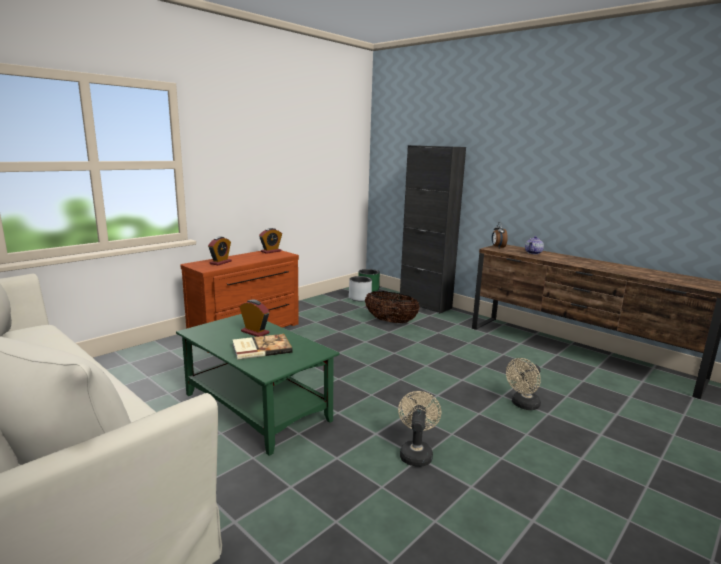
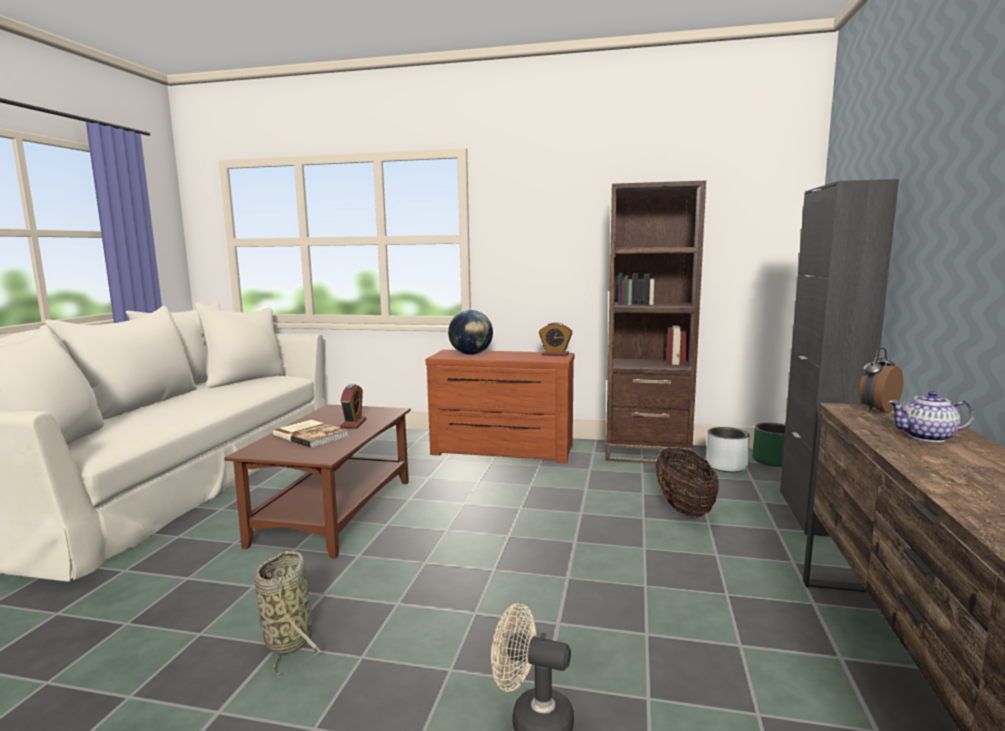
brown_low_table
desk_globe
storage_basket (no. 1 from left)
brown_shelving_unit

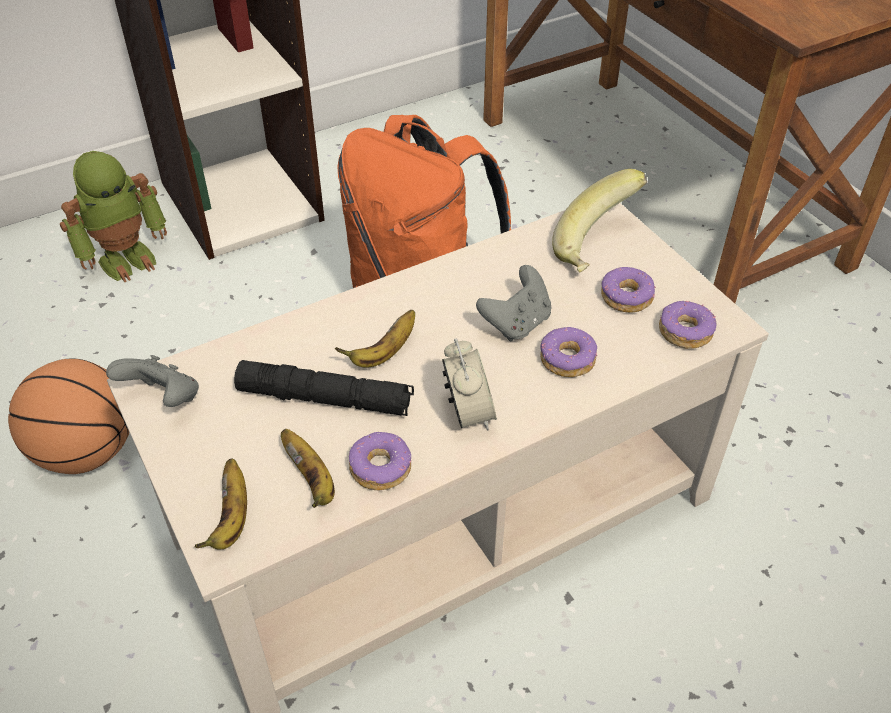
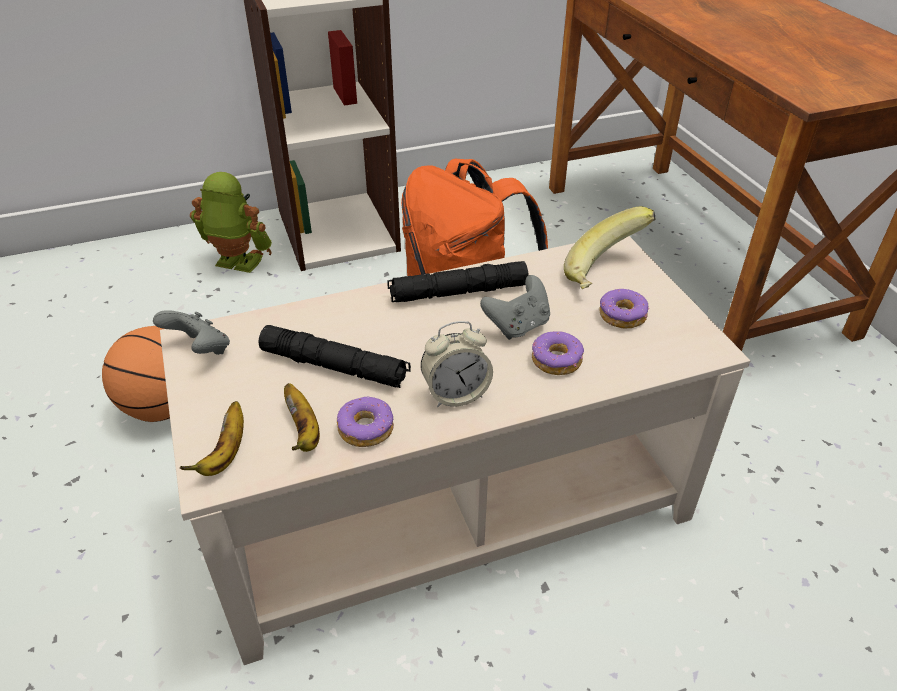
model_robot
banana (no. 3 from left in the first image)
alarm_clock
donut (no. 4 from left in the first image)
black_flashlight (no. 2 from left)

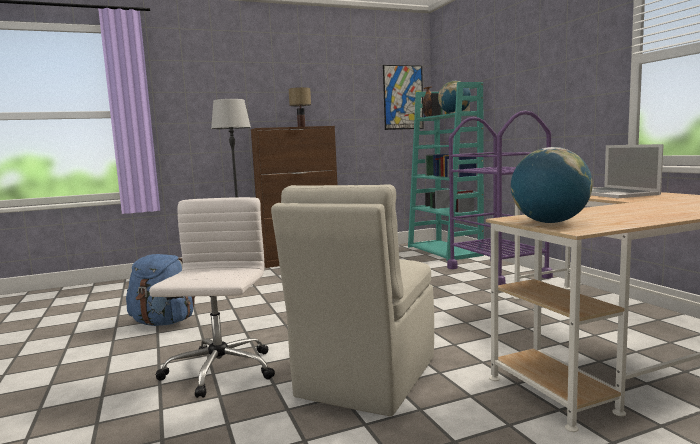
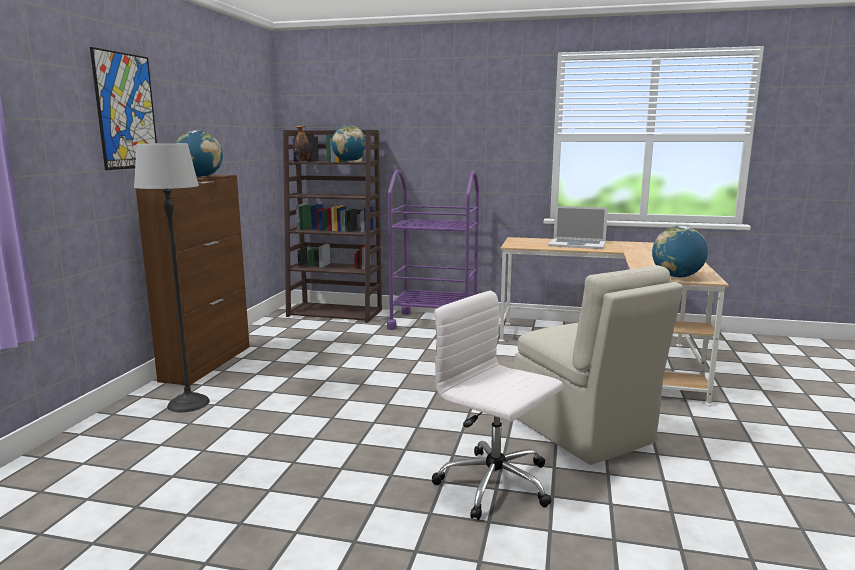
blue_backpack
desk_globe (no. 1 from left)
wall_art
brown_shelving_unit

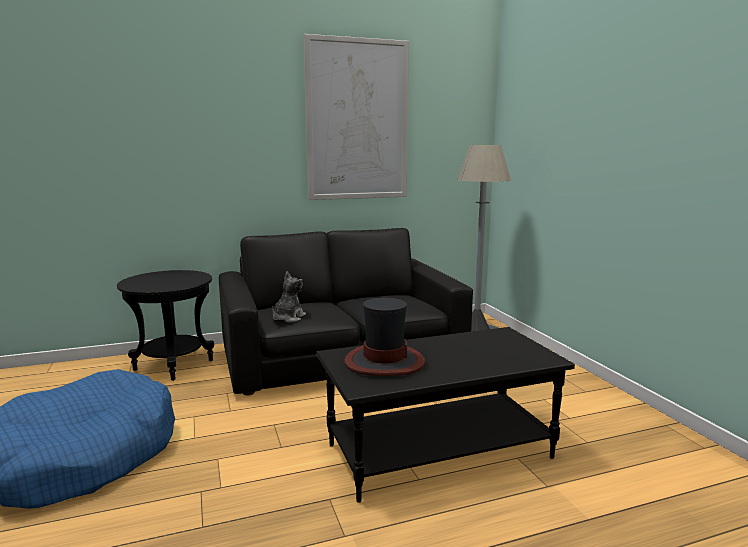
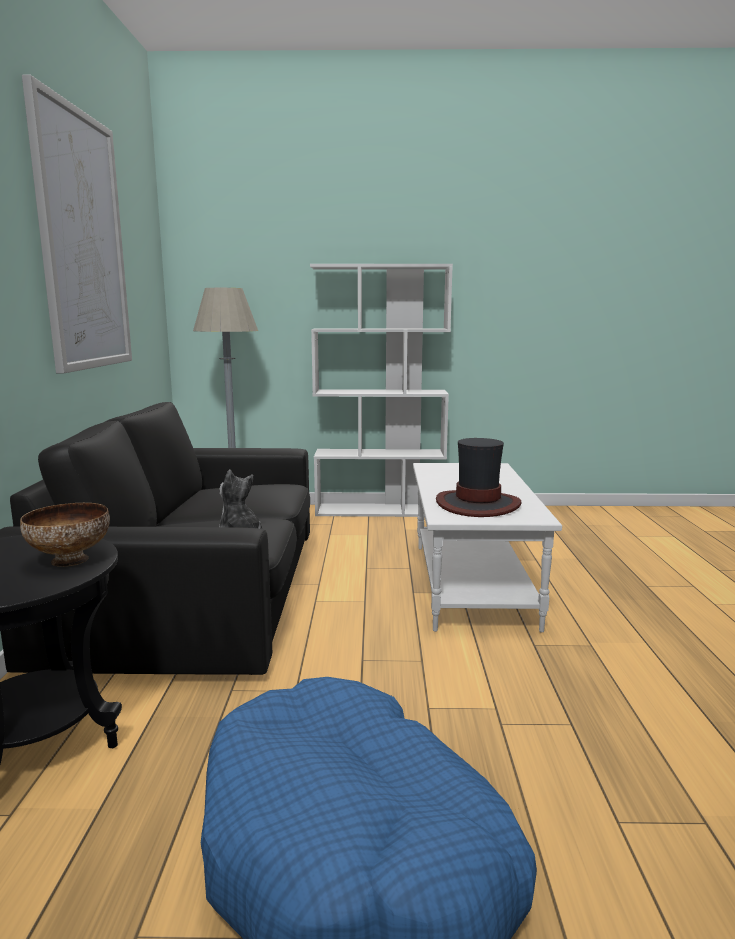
white-coloured_low_table
bowl
white-coloured_shelving_unit

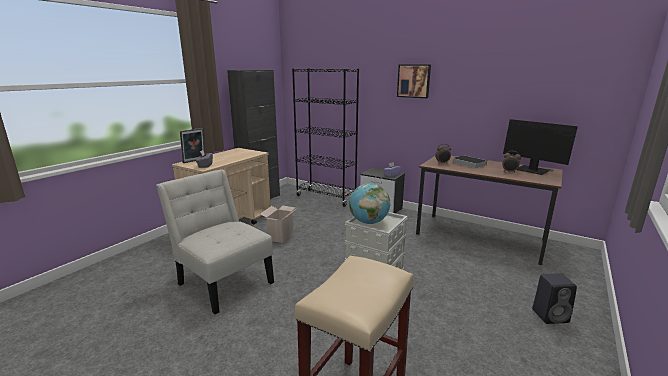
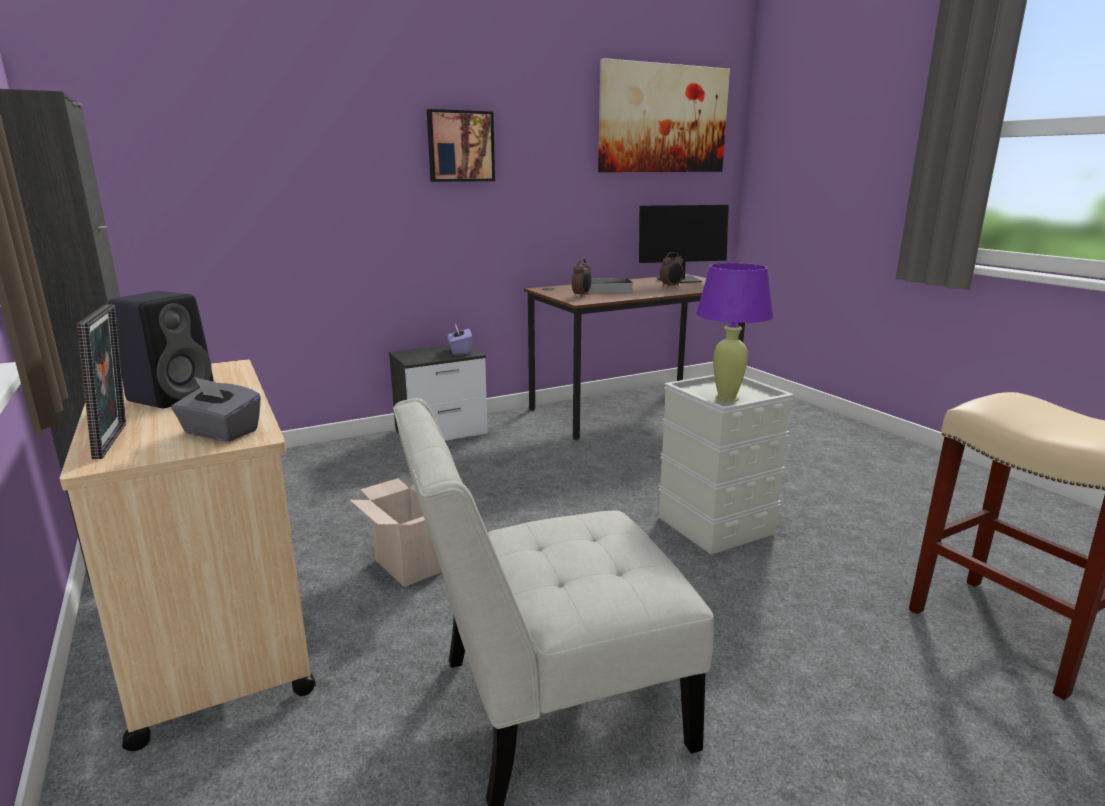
black_shelving_unit
purplish_table_lamp
black_audio_speaker
wall_art (no. 2 from left)

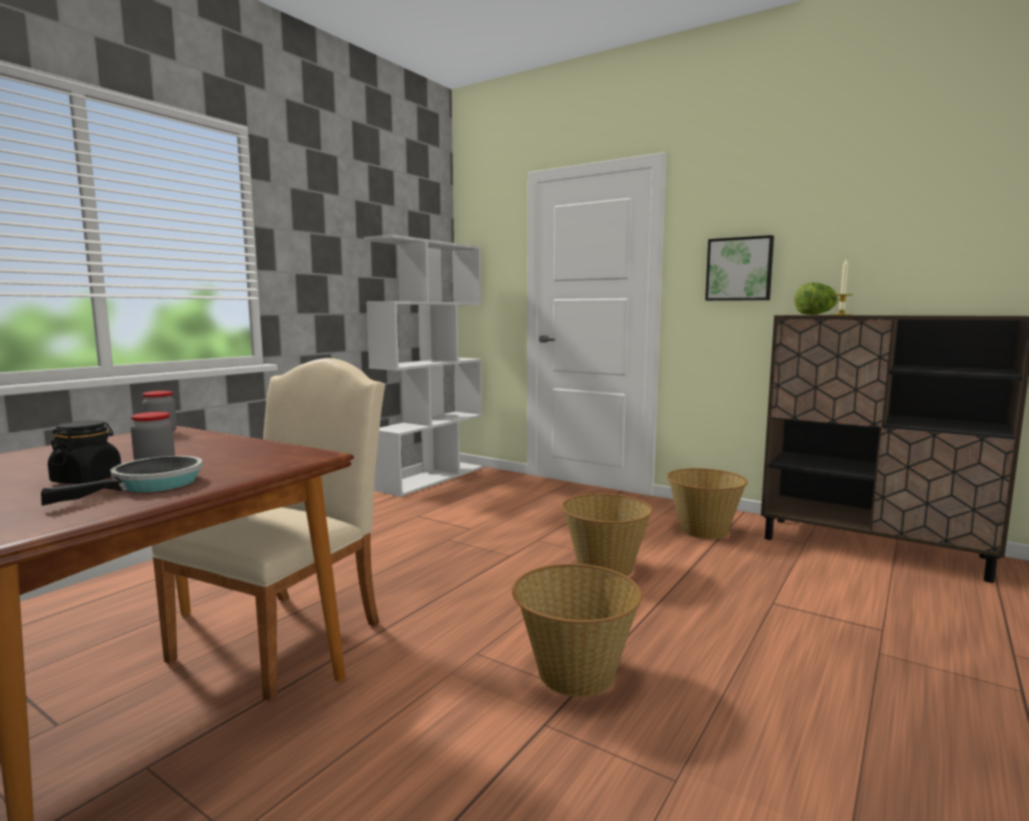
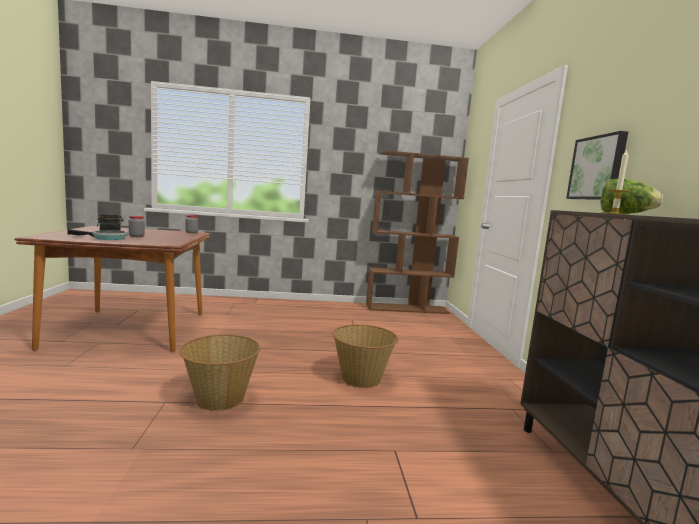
beige-coloured_plain_chair
brown_shelving_unit
storage_basket (no. 3 from left in the first image)

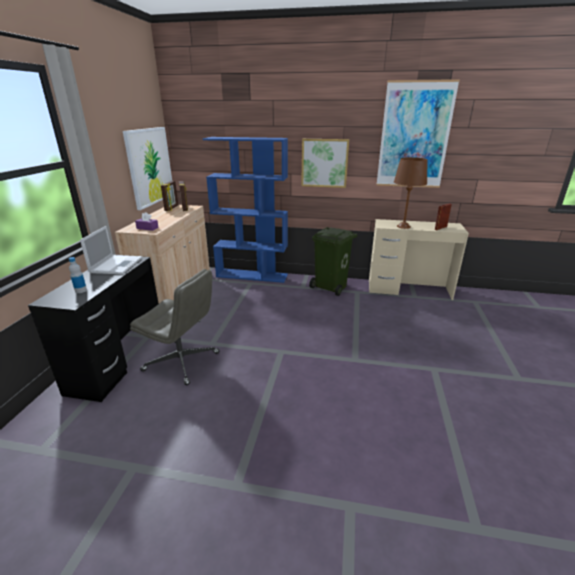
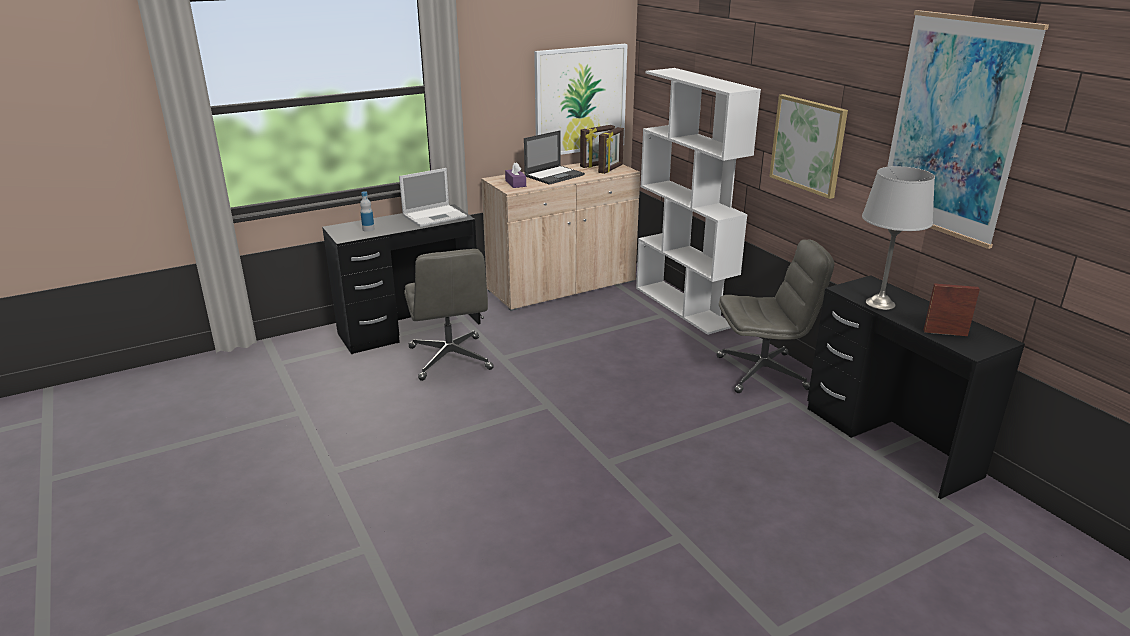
white-coloured_shelving_unit
greyish_desk_chair (no. 2 from left)
black_desk_table (no. 2 from left)
greyish_table_lamp
portable_computer (no. 2 from left)

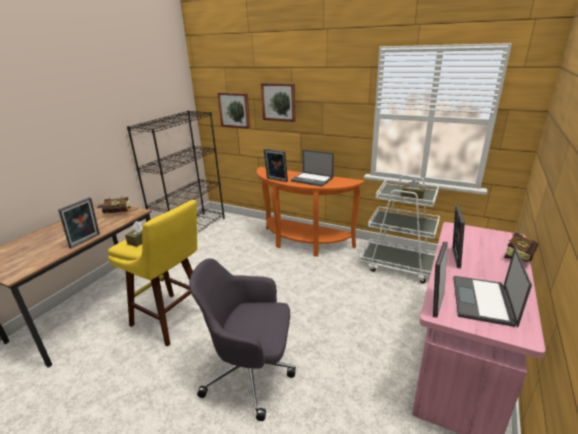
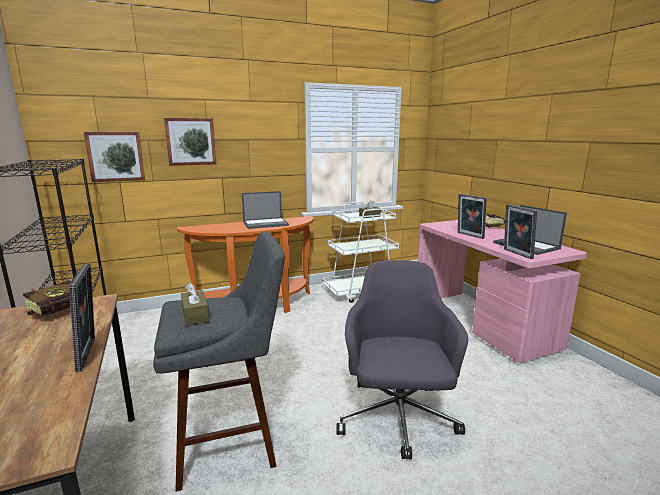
greyish_stool_seat
greyish_desk_chair
photo_frame (no. 2 from left in the first image)

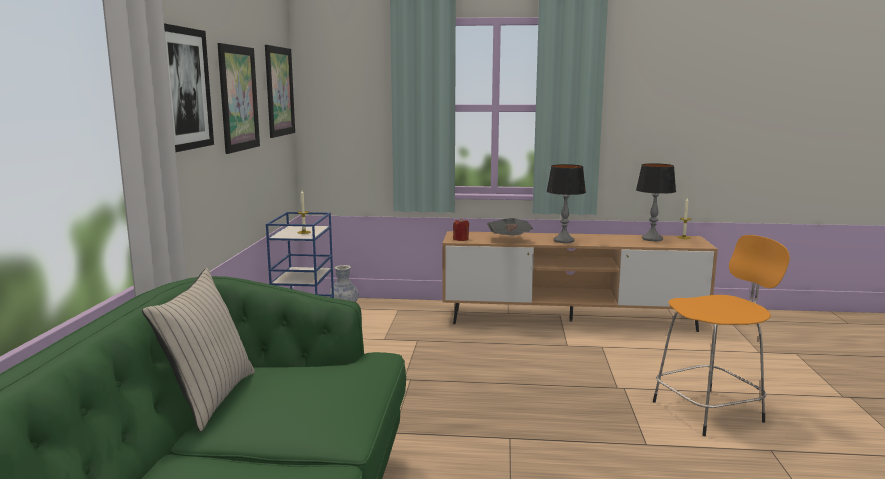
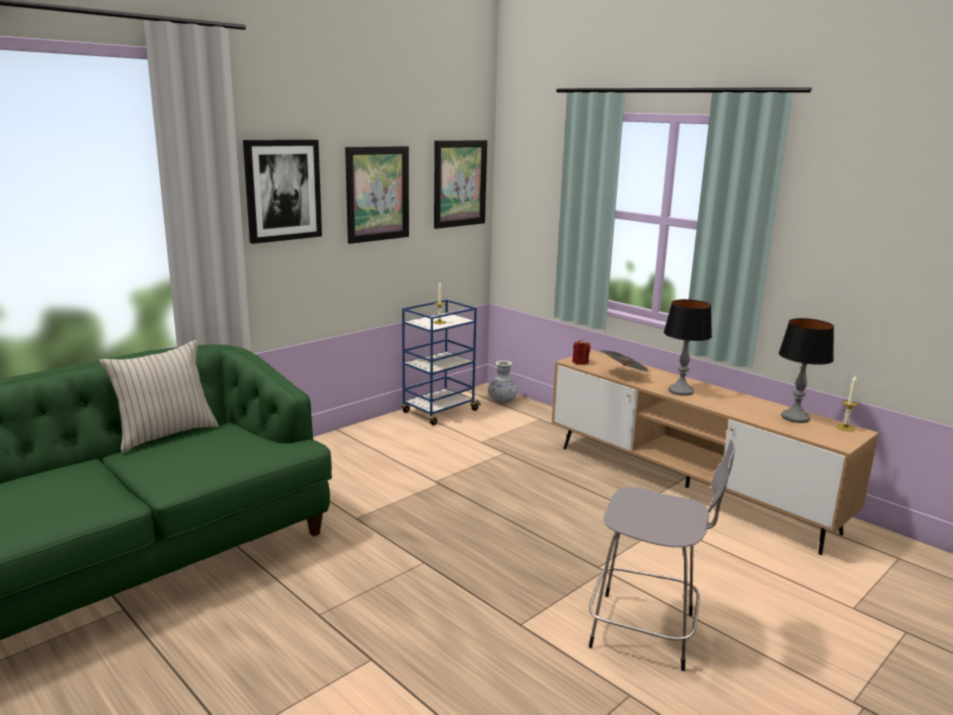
greyish_stool_seat

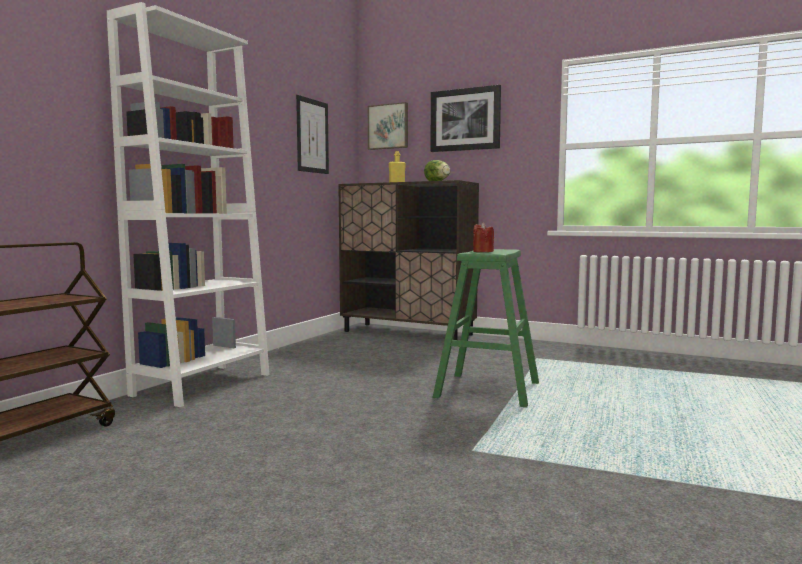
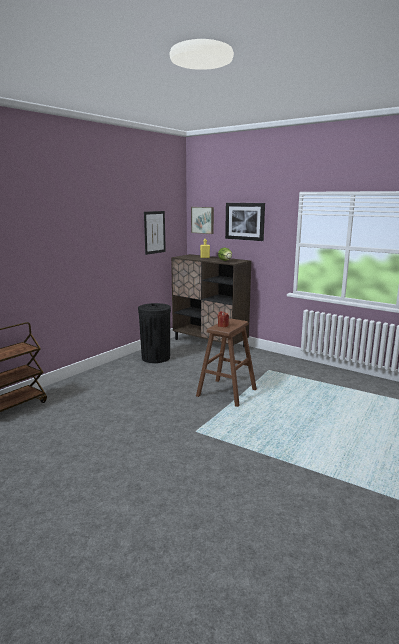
white-coloured_shelving_unit
brown_stool_seat
black_rubbish_bin

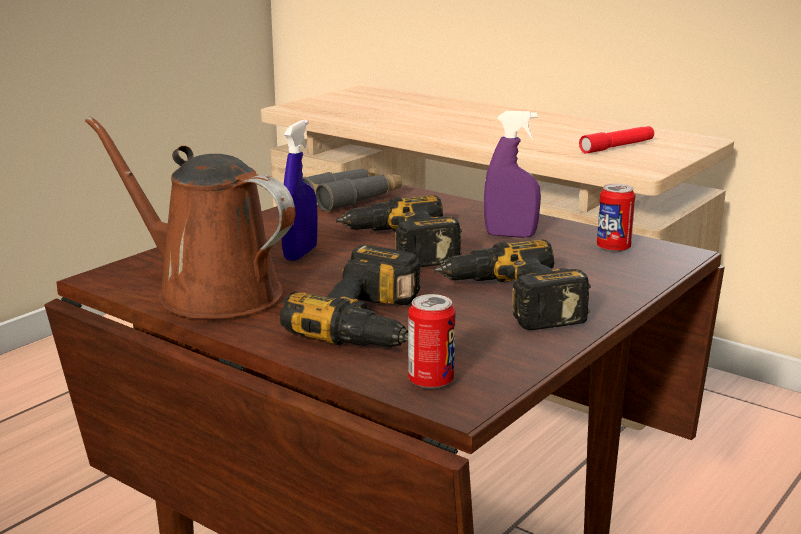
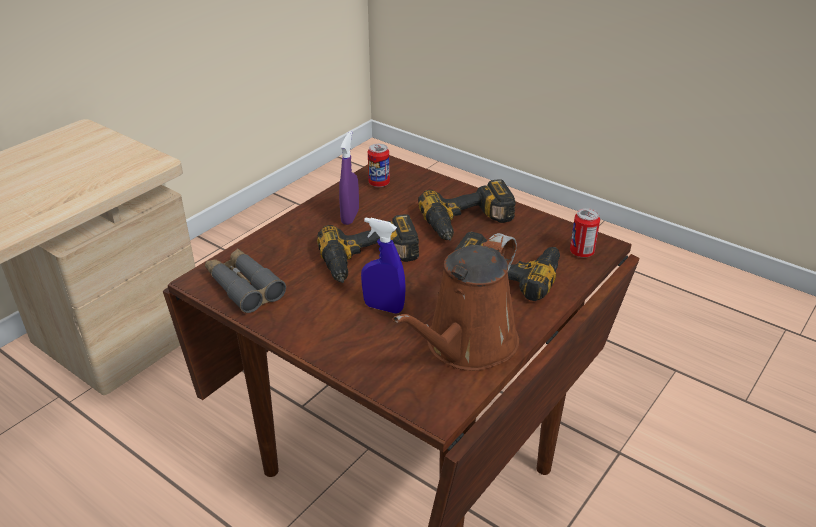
red-coloured_flashlight

